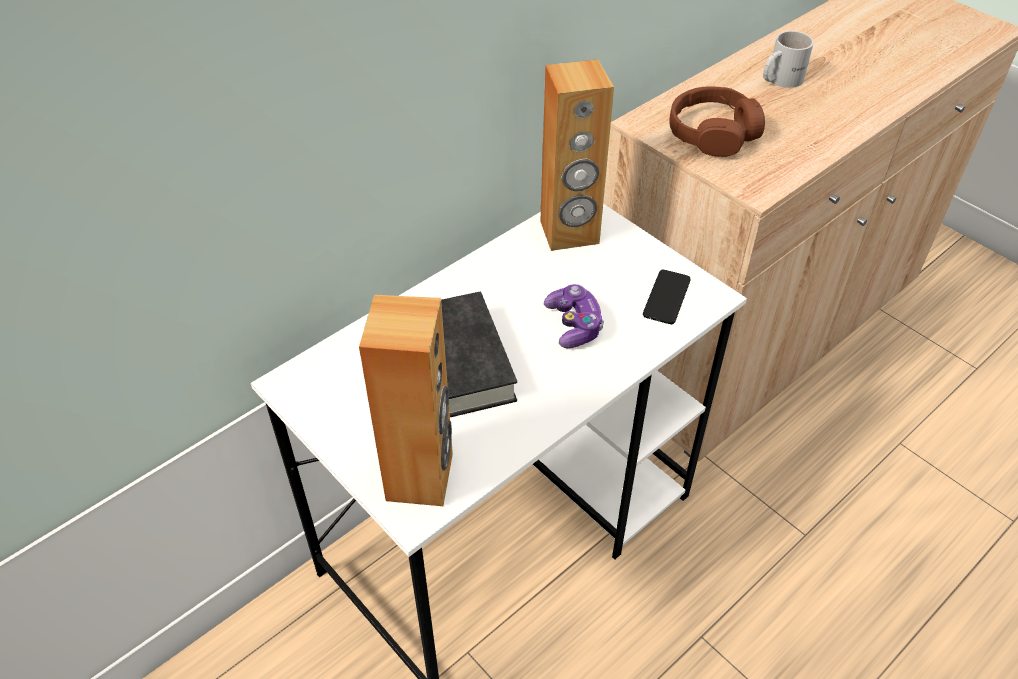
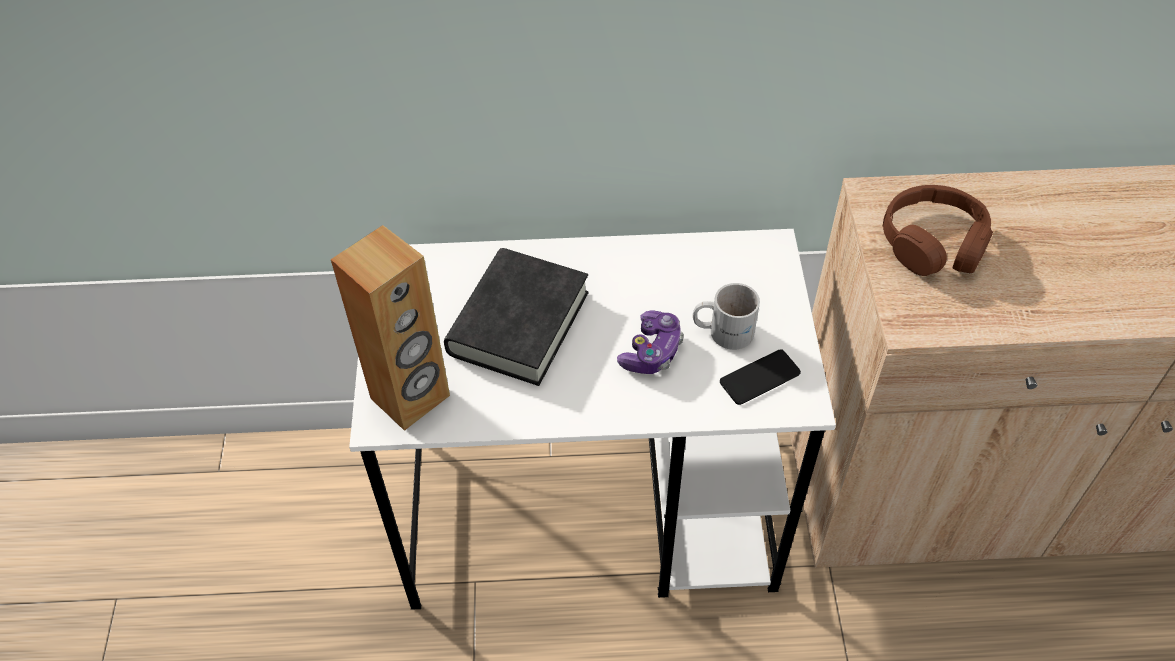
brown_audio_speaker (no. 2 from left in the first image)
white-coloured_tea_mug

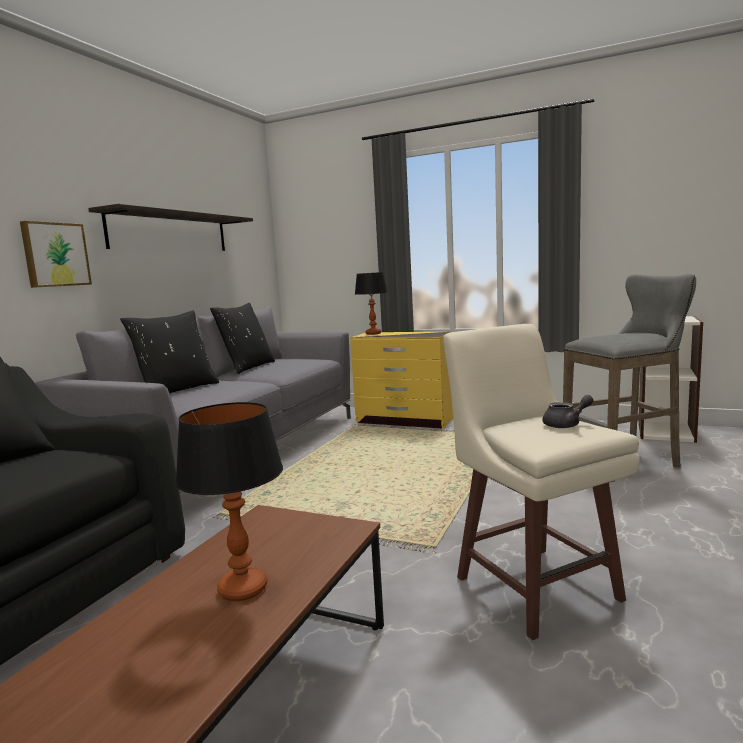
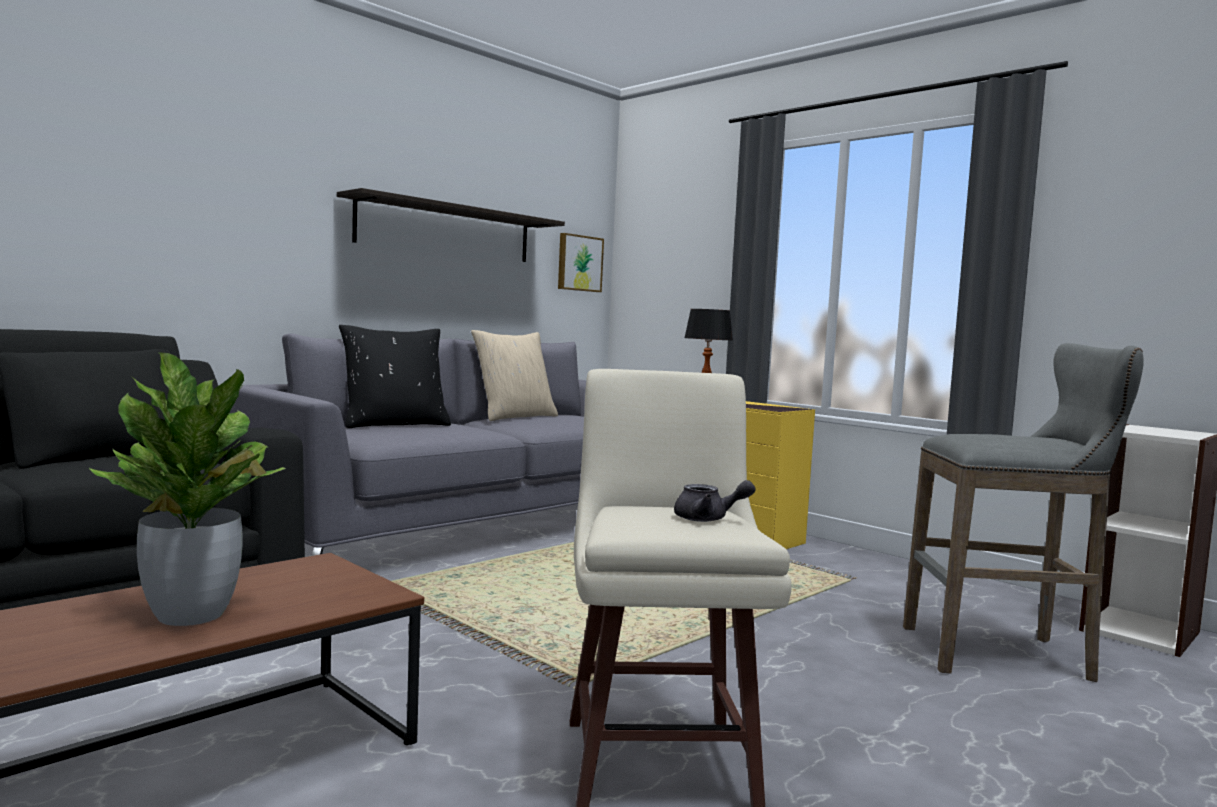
wall_art
potted_plant
beige-coloured_throw_pillow

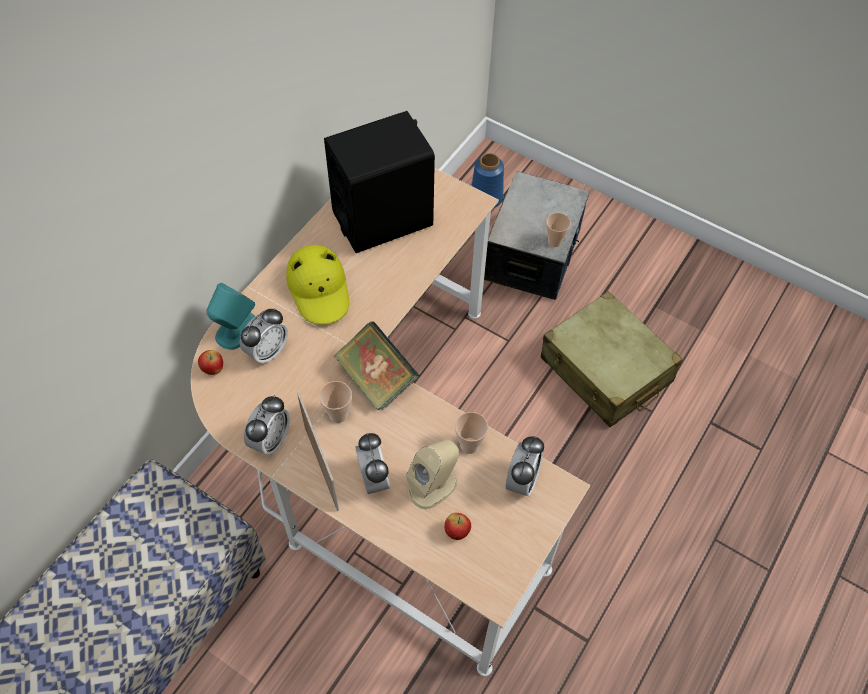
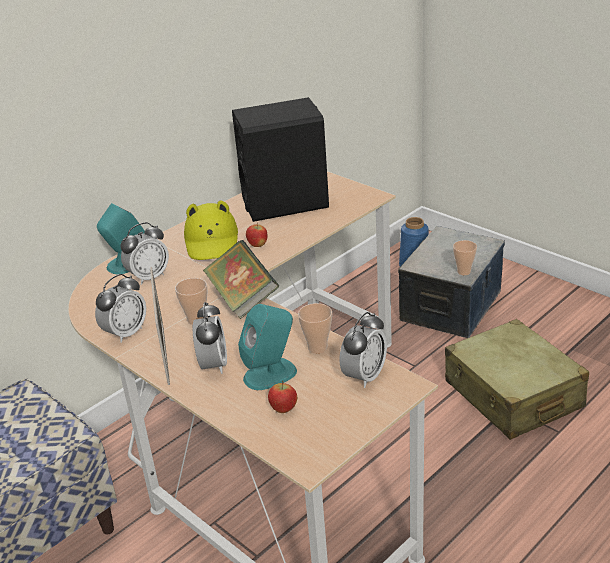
apple (no. 1 from left)
turquoise_audio_speaker (no. 2 from left)

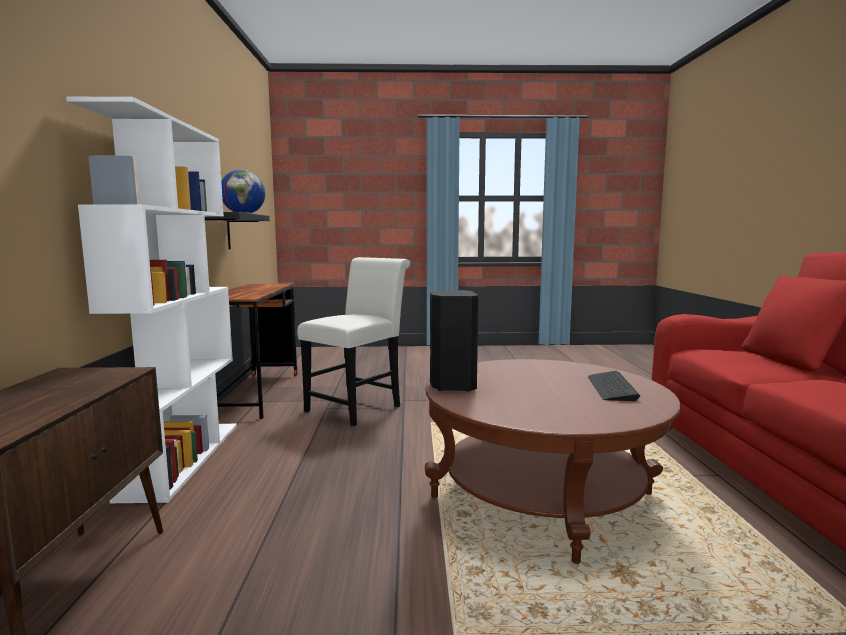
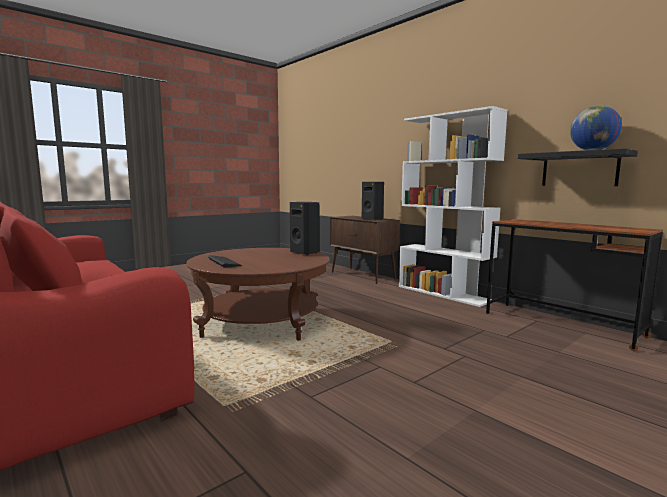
white-coloured_plain_chair
black_audio_speaker (no. 2 from left)

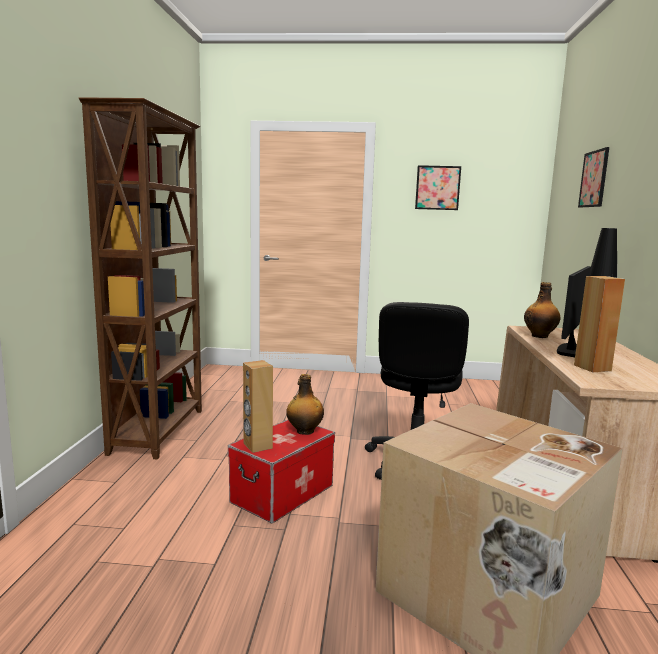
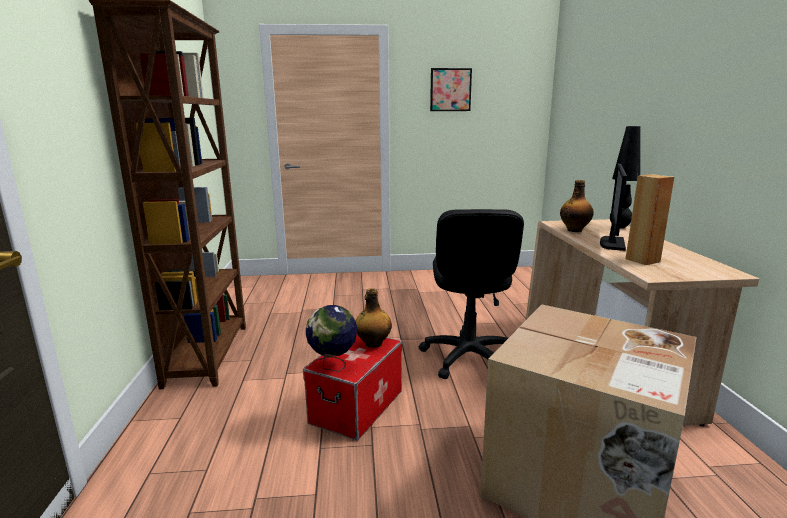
desk_globe
wall_art (no. 2 from left in the first image)

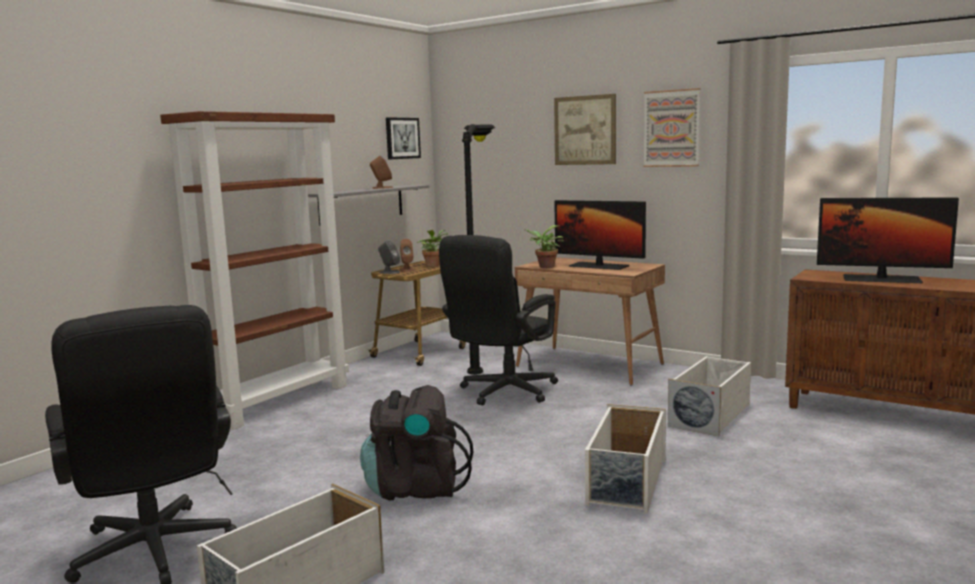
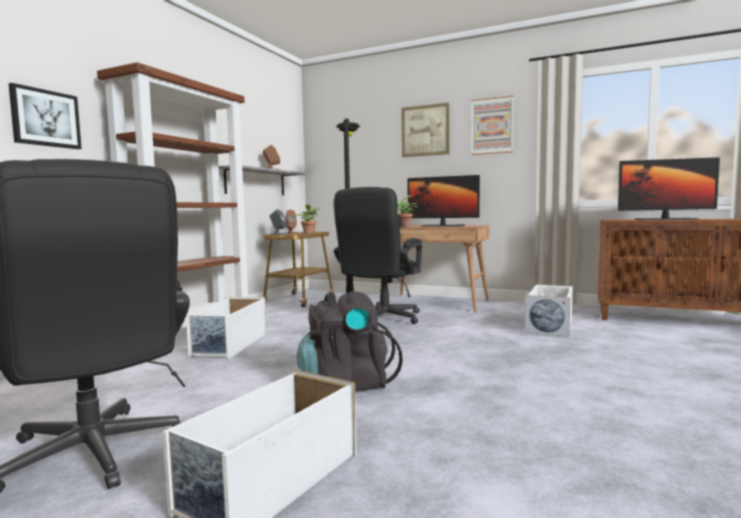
wall_art (no. 1 from left)
white-coloured_storage_bin (no. 1 from left)

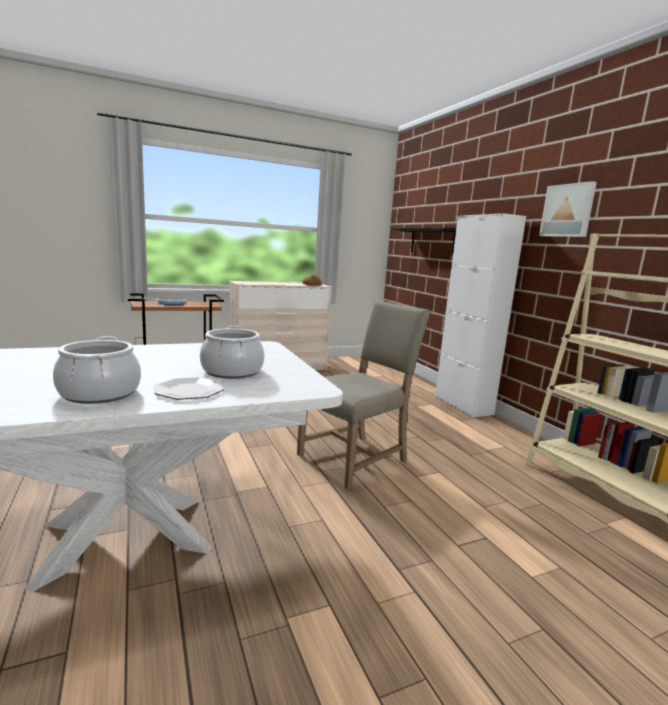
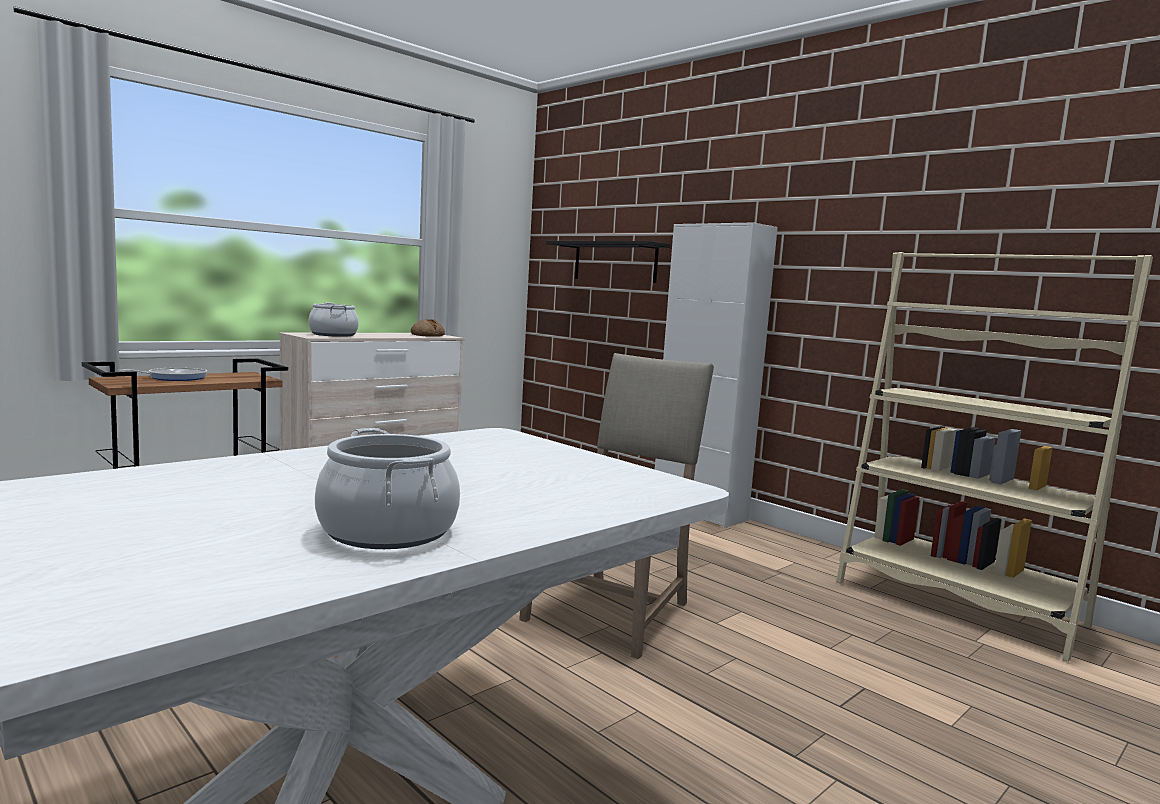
plate
stockpot (no. 1 from left)
wall_art

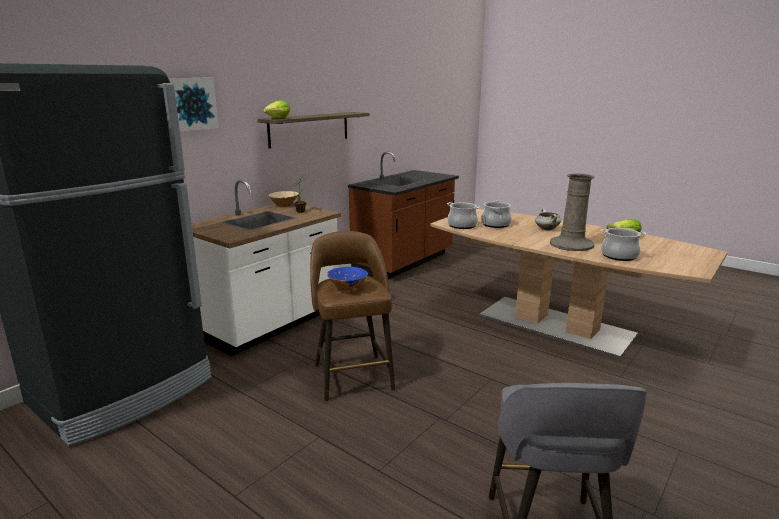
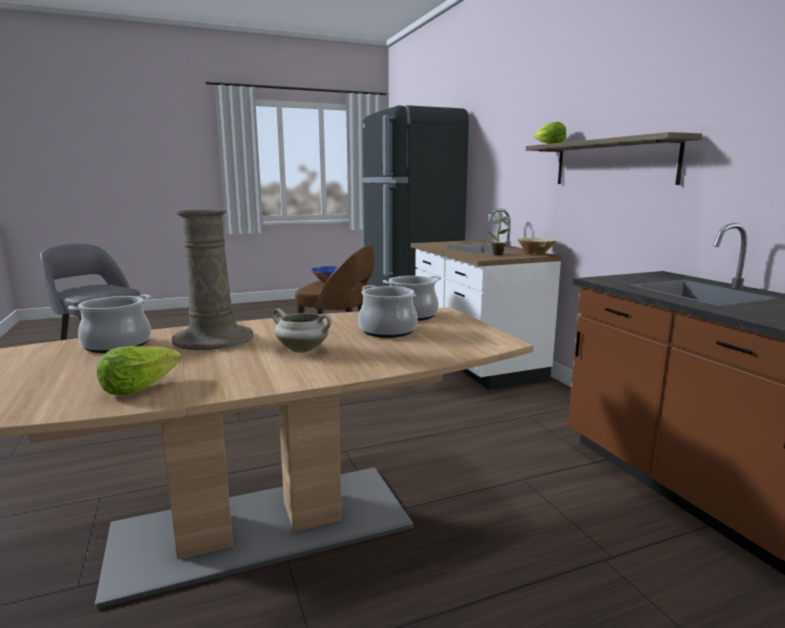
wall_art

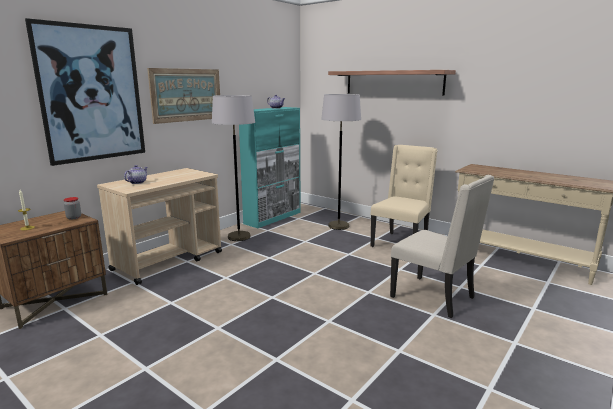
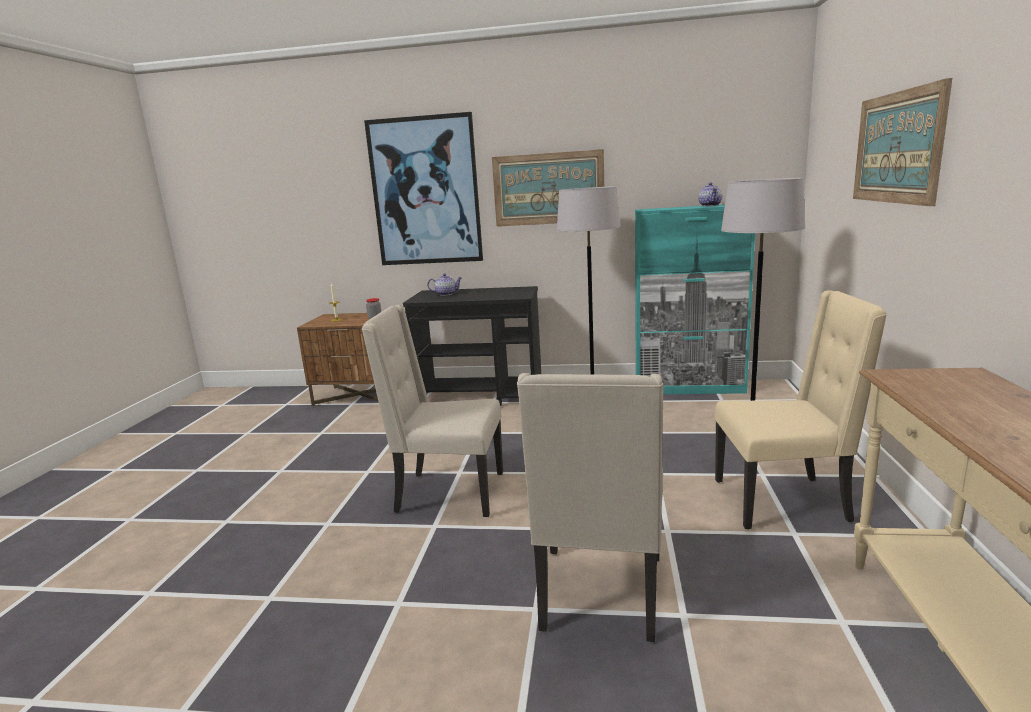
black_wheeled_cart
wall_art (no. 3 from left)
beige-coloured_plain_chair (no. 1 from left)

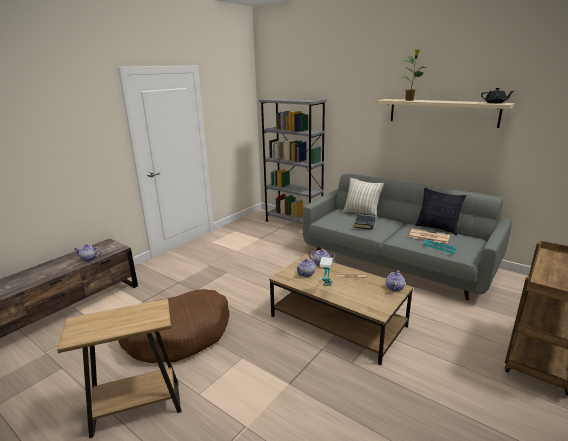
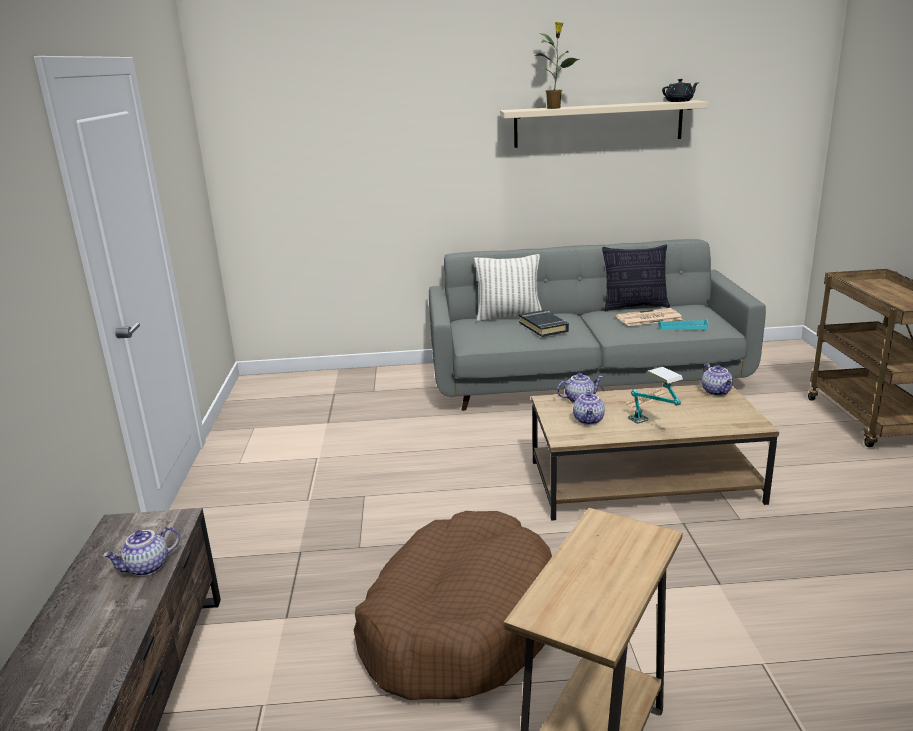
greyish_shelving_unit

